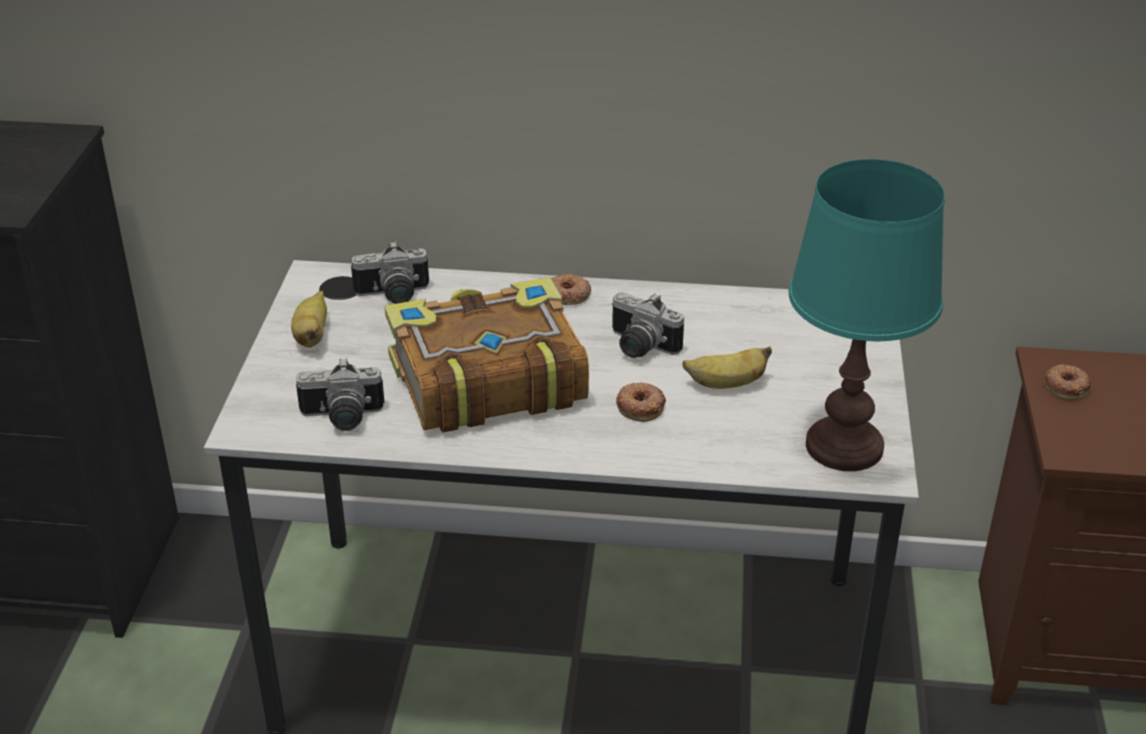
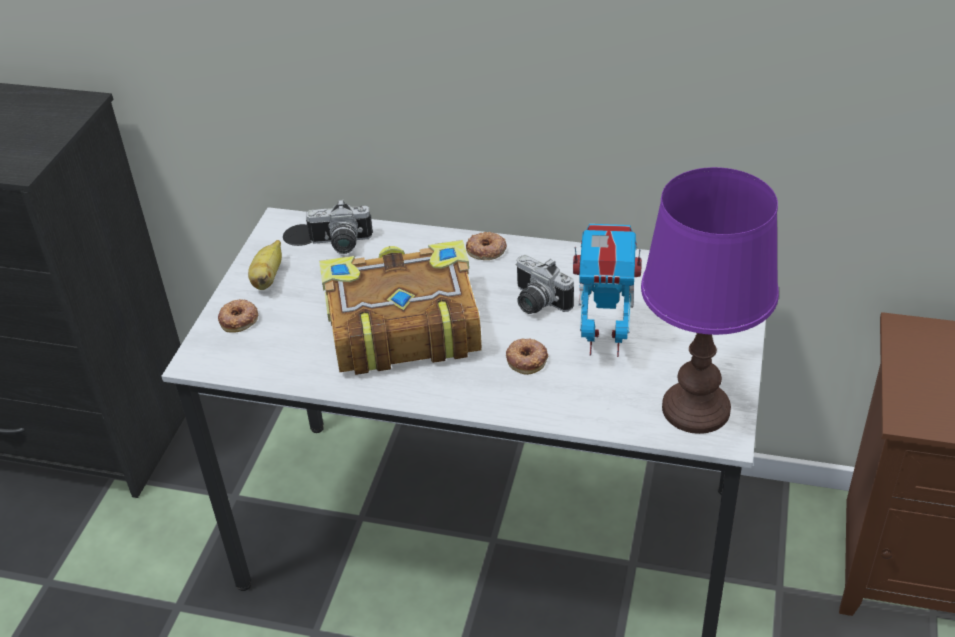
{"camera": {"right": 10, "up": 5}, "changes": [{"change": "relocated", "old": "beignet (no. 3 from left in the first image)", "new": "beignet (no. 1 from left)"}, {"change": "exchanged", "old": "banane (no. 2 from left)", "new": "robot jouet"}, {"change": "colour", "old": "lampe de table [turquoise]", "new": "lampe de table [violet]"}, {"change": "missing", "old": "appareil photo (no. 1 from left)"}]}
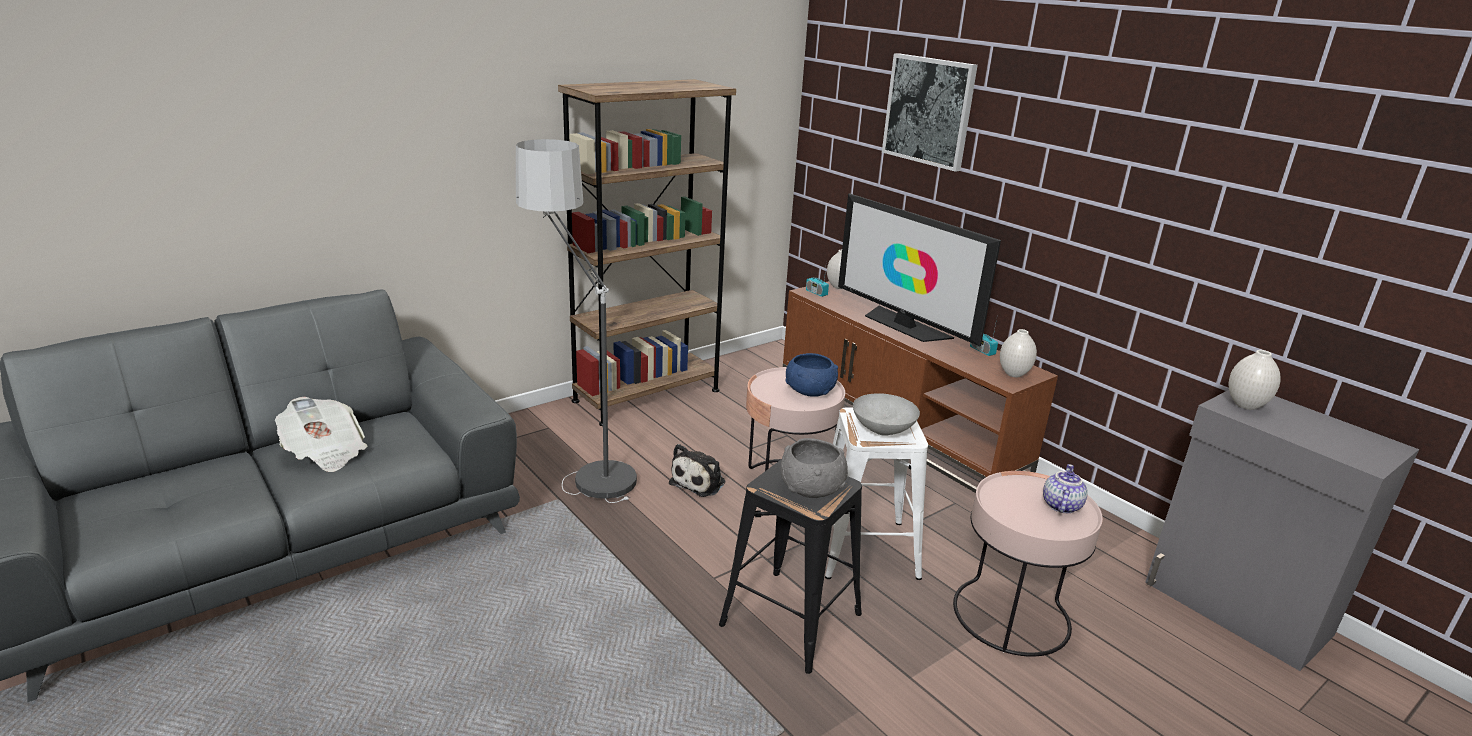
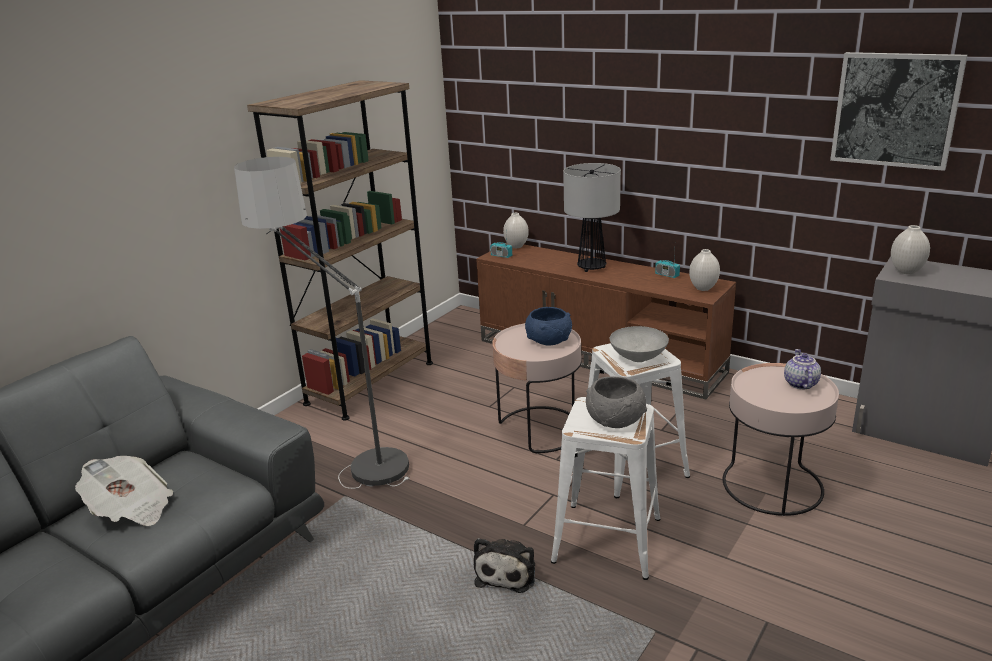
{"camera": {"right": -15, "up": 0}, "changes": [{"change": "relocated", "old": "peluche"}, {"change": "colour", "old": "tabouret [noir]", "new": "tabouret [blanc] (no. 1 from left)"}, {"change": "exchanged", "old": "téléviseur", "new": "lampe de table"}, {"change": "relocated", "old": "tableau"}]}
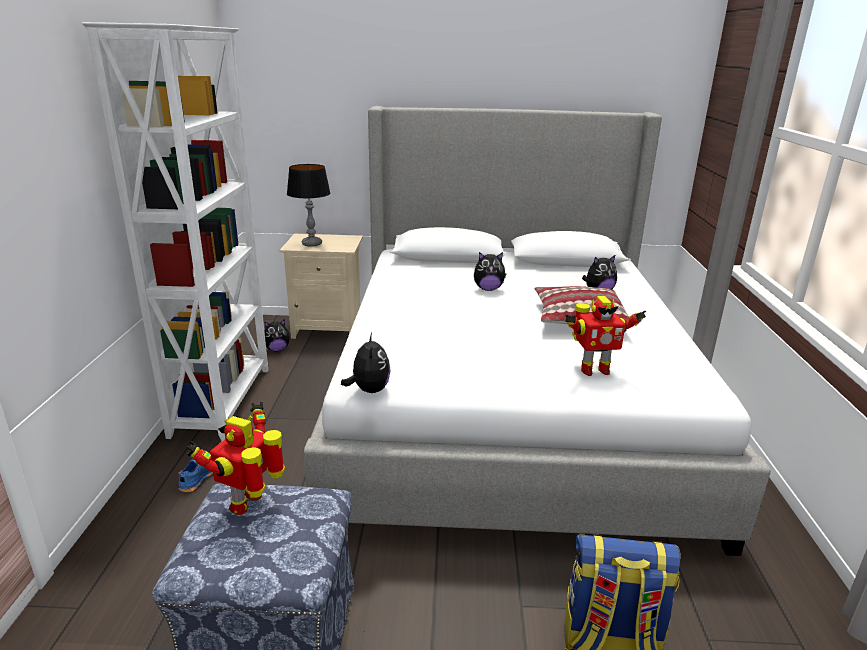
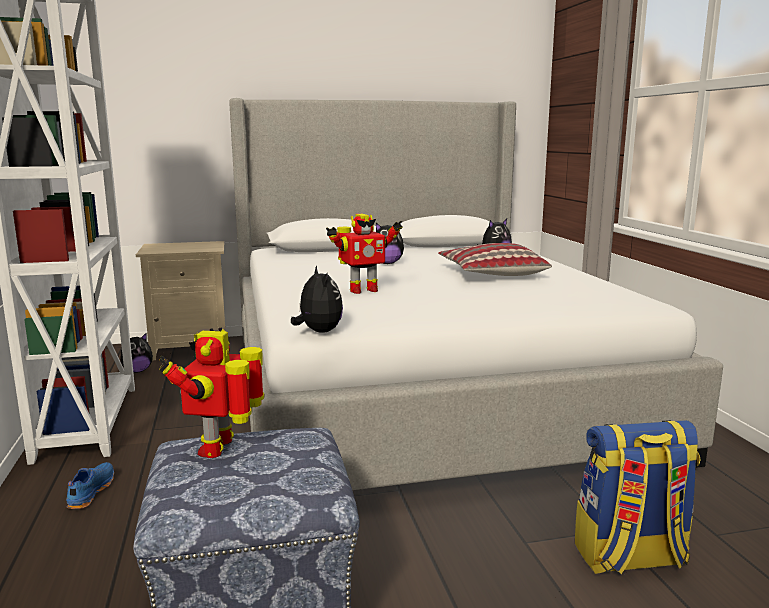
{"camera": {"right": -15, "up": -10}, "changes": [{"change": "relocated", "old": "robot jouet (no. 2 from left)"}, {"change": "missing", "old": "lampe de table"}]}
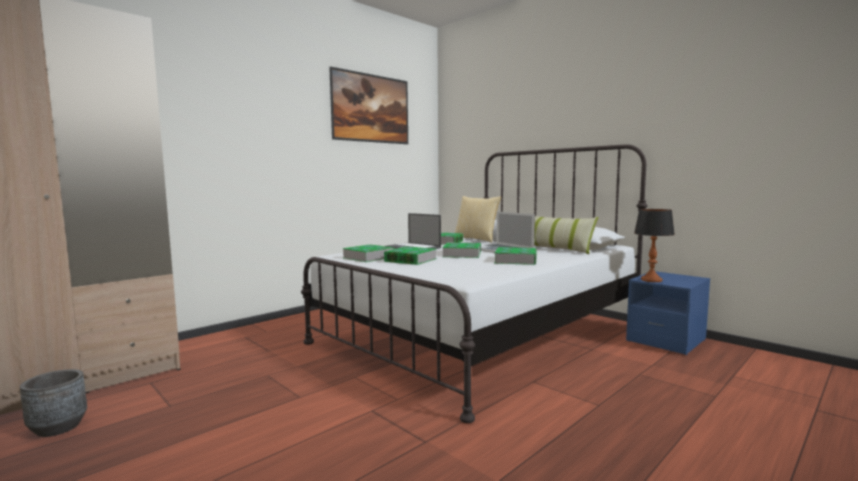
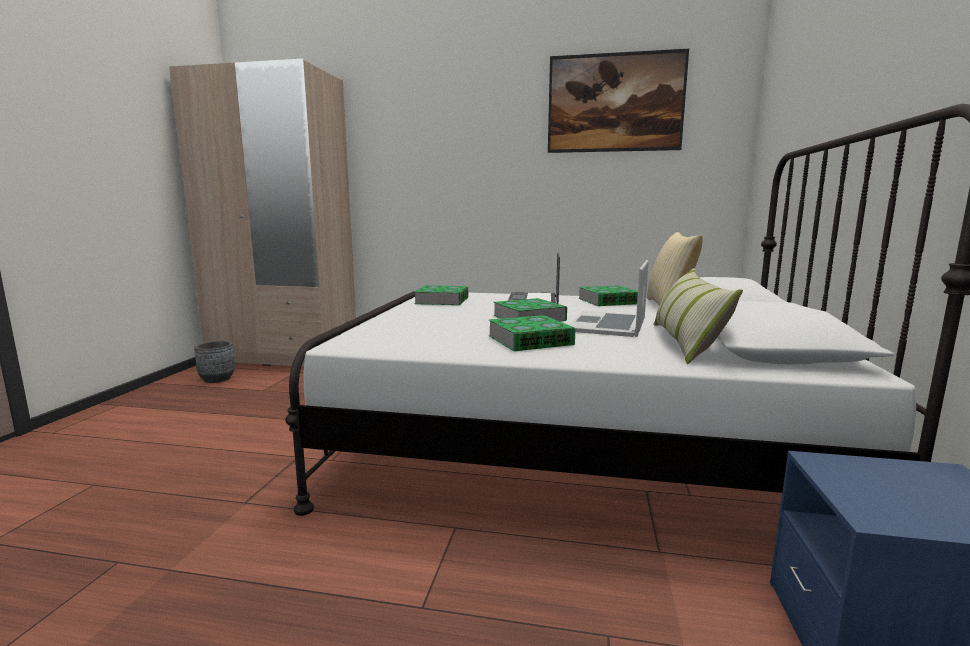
{"camera": {"right": 55, "up": 5}, "changes": [{"change": "missing", "old": "livre (no. 2 from left)"}, {"change": "missing", "old": "lampe de table"}]}
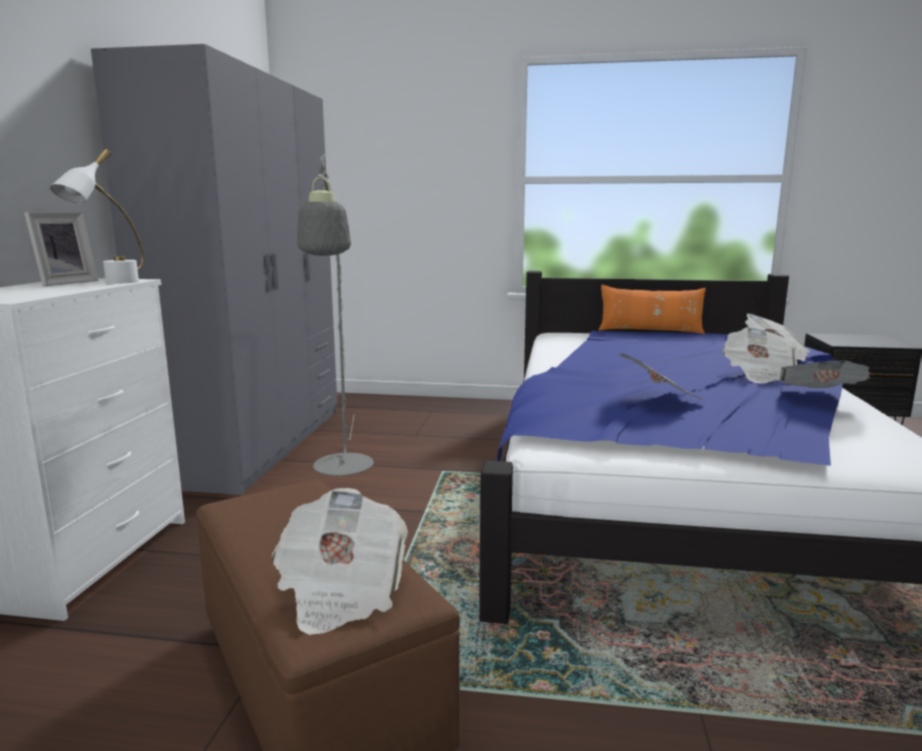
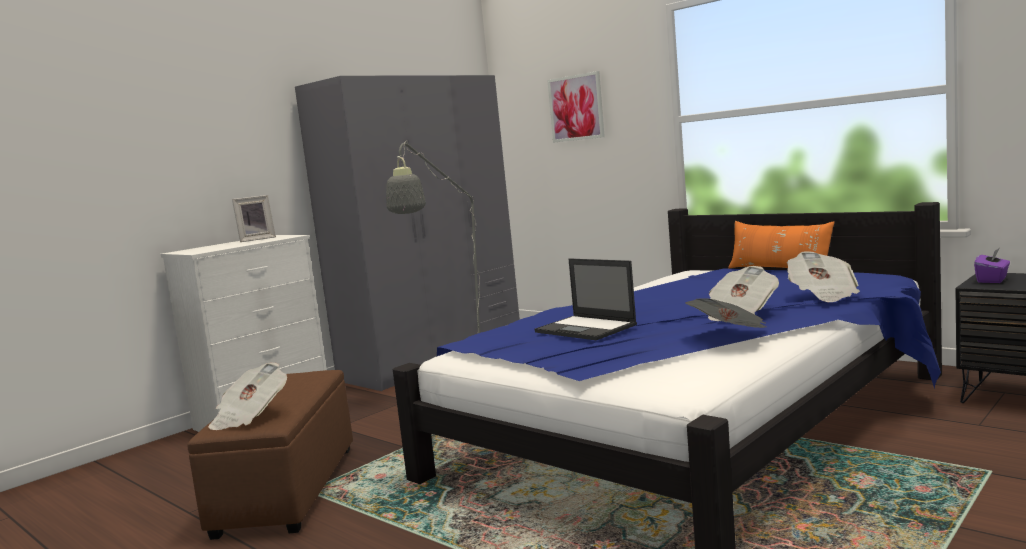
{"camera": {"right": 35, "up": -5}, "changes": [{"change": "exchanged", "old": "journal (no. 2 from left)", "new": "ordinateur portable"}, {"change": "appeared", "new": "tableau"}, {"change": "appeared", "new": "boîte à mouchoirs [violet]"}, {"change": "missing", "old": "lampe de table [blanc]"}]}
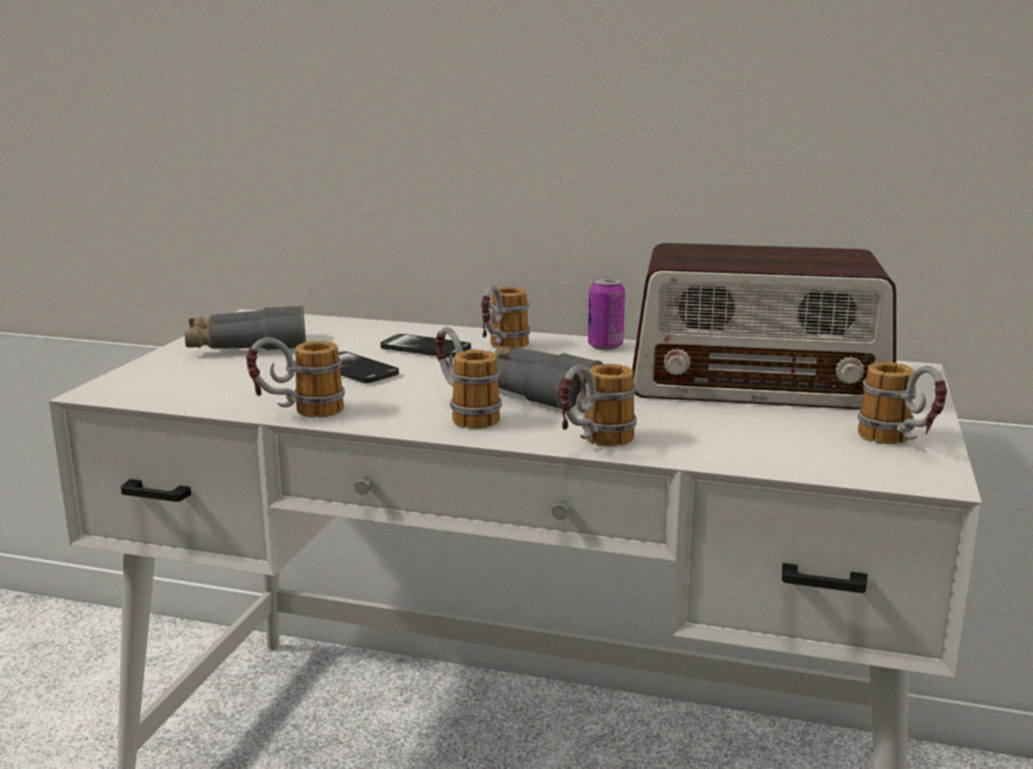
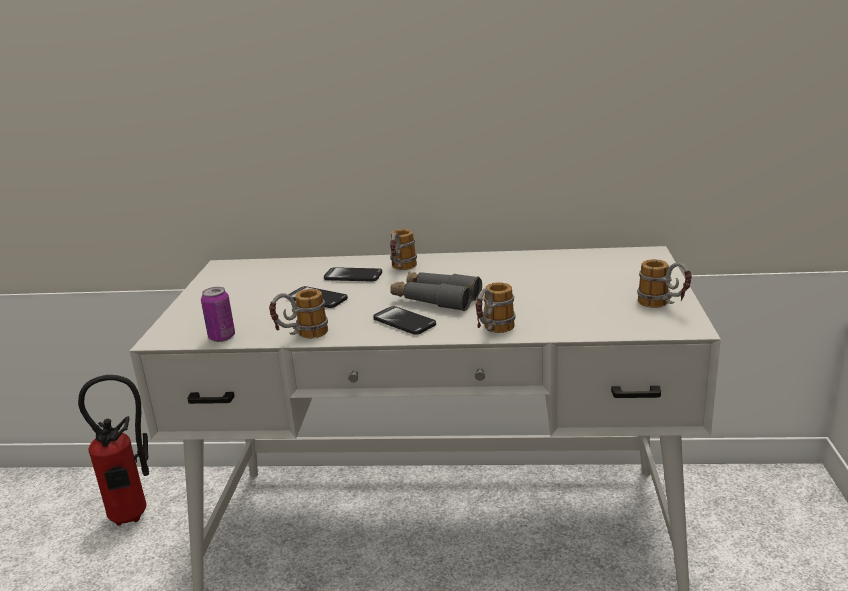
{"camera": {"right": -10, "up": 5}, "changes": [{"change": "appeared", "new": "extincteur"}, {"change": "relocated", "old": "boîte métallique"}, {"change": "exchanged", "old": "mug (no. 2 from left)", "new": "téléphone (no. 3 from left)"}, {"change": "missing", "old": "jumelles [gris] (no. 1 from left)"}, {"change": "missing", "old": "radio"}]}
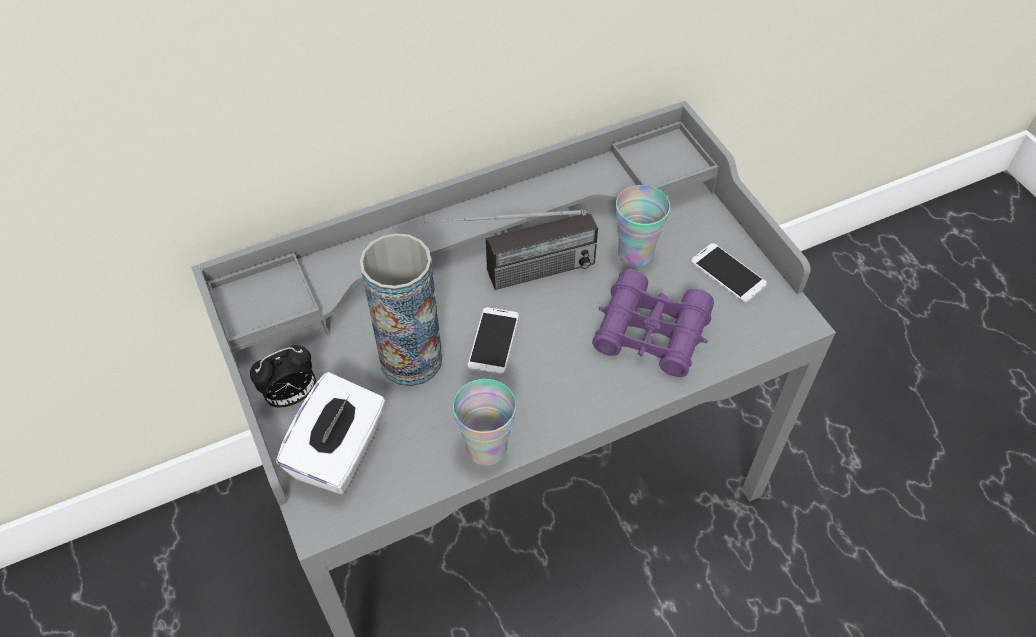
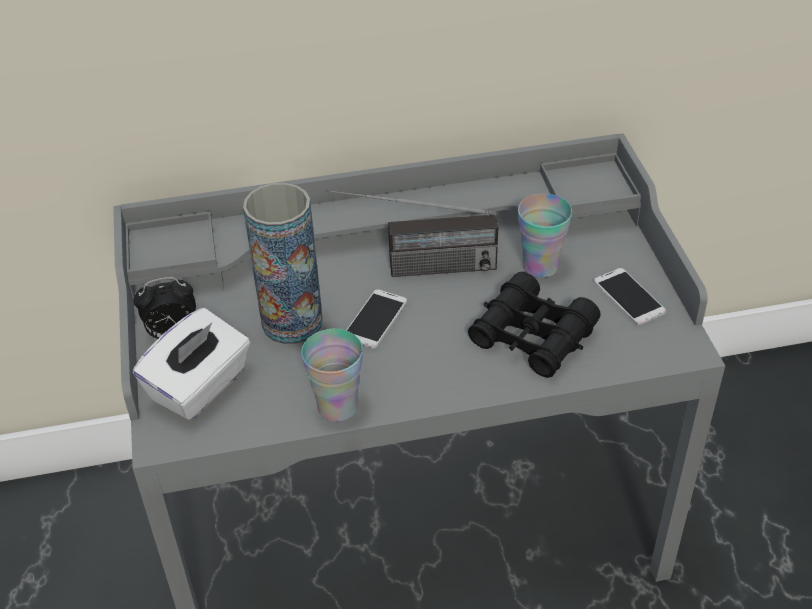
{"camera": {"right": 15, "up": -10}, "changes": [{"change": "colour", "old": "jumelles [violet]", "new": "jumelles [noir]"}]}
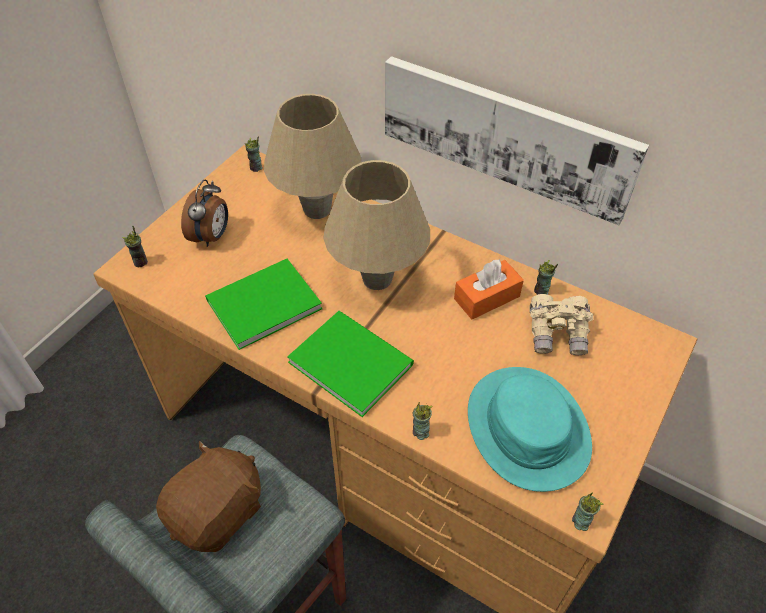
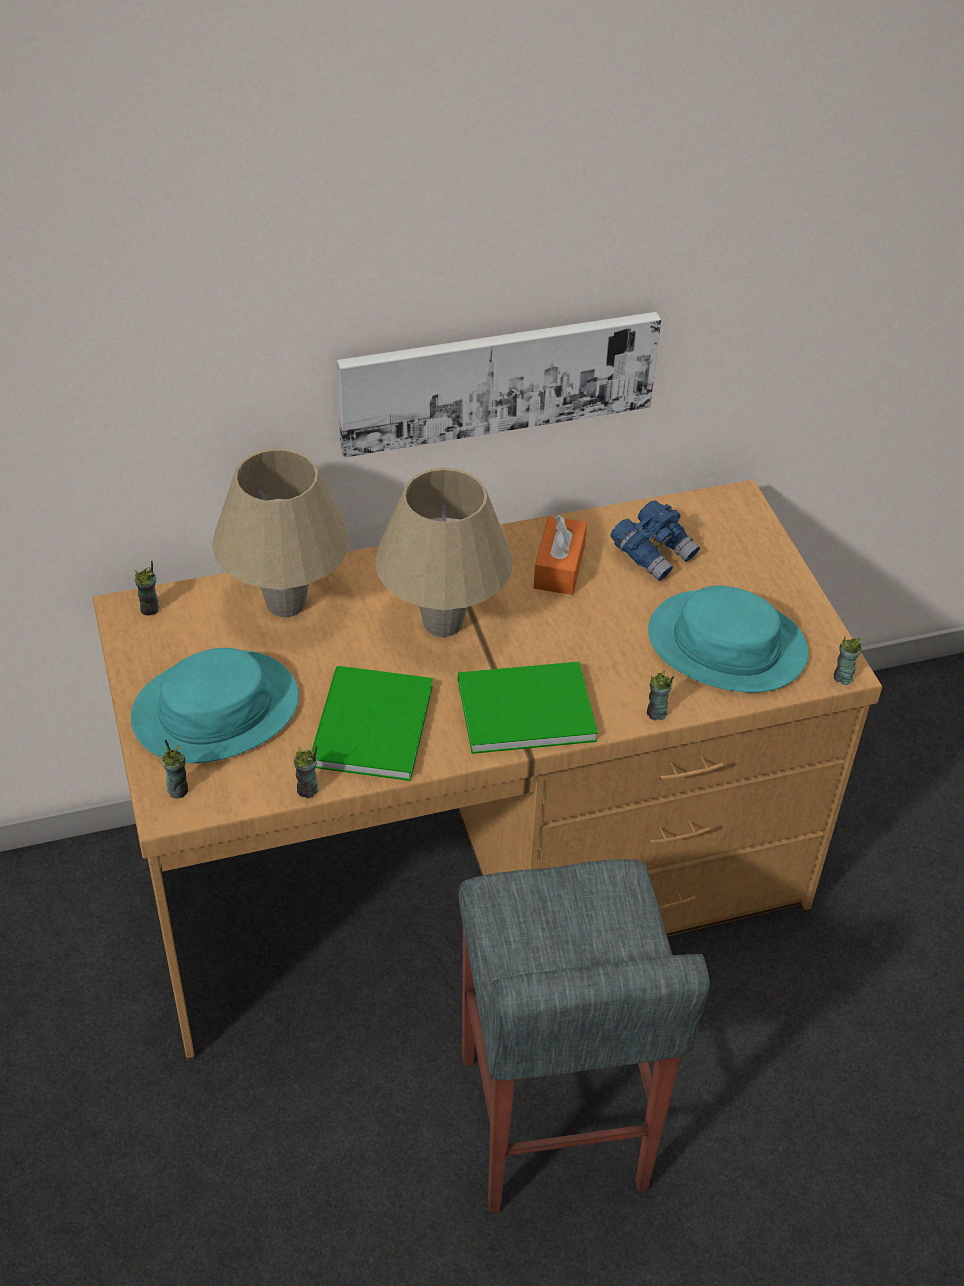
{"camera": {"right": -50, "up": -5}, "changes": [{"change": "exchanged", "old": "réveil", "new": "chapeau [turquoise] (no. 1 from left)"}, {"change": "relocated", "old": "tasse (no. 4 from left in the first image)", "new": "tasse (no. 3 from left)"}, {"change": "colour", "old": "jumelles [beige]", "new": "jumelles [bleu]"}, {"change": "missing", "old": "peluche [marron]"}]}
